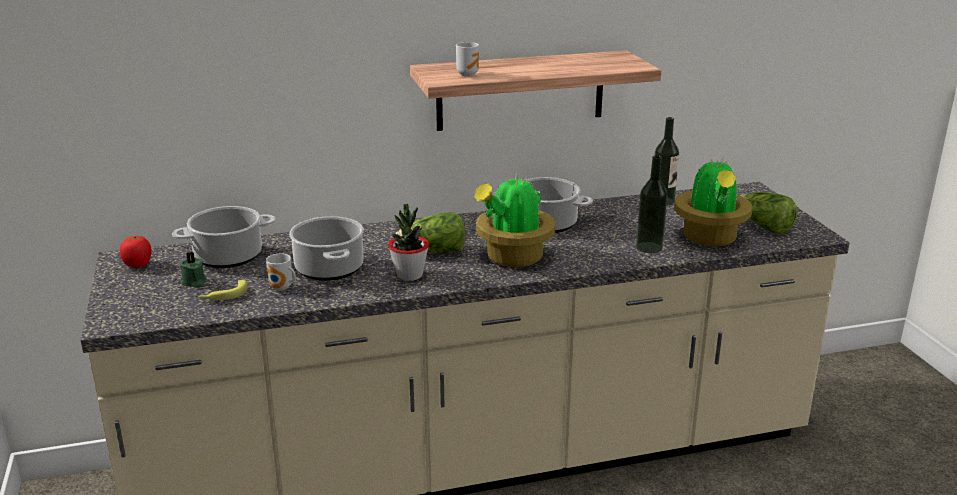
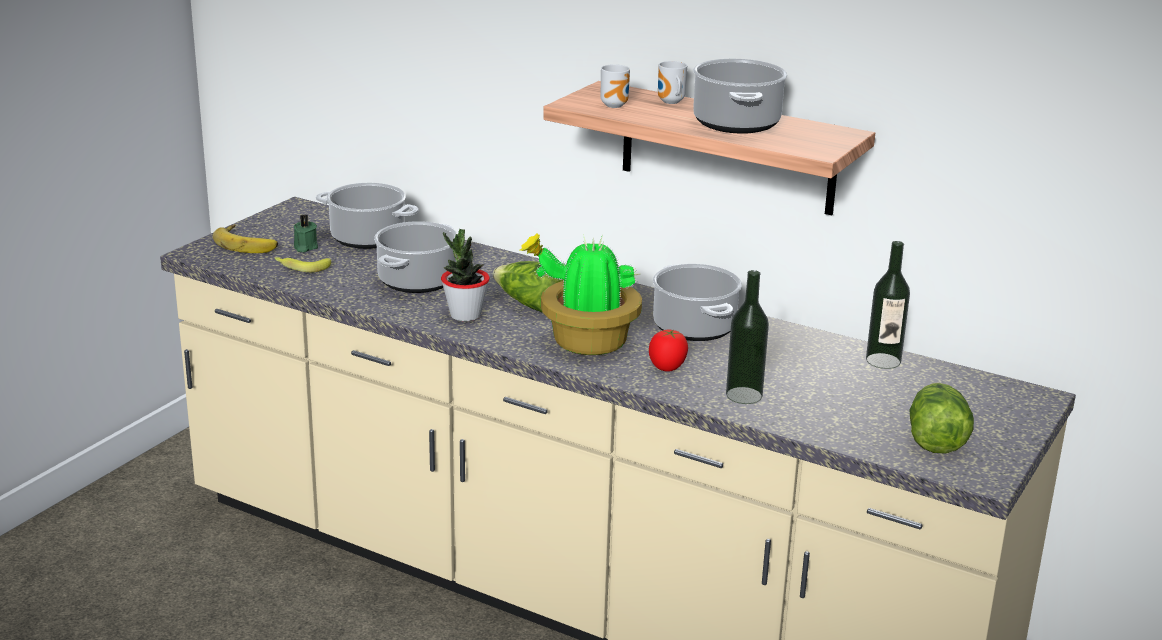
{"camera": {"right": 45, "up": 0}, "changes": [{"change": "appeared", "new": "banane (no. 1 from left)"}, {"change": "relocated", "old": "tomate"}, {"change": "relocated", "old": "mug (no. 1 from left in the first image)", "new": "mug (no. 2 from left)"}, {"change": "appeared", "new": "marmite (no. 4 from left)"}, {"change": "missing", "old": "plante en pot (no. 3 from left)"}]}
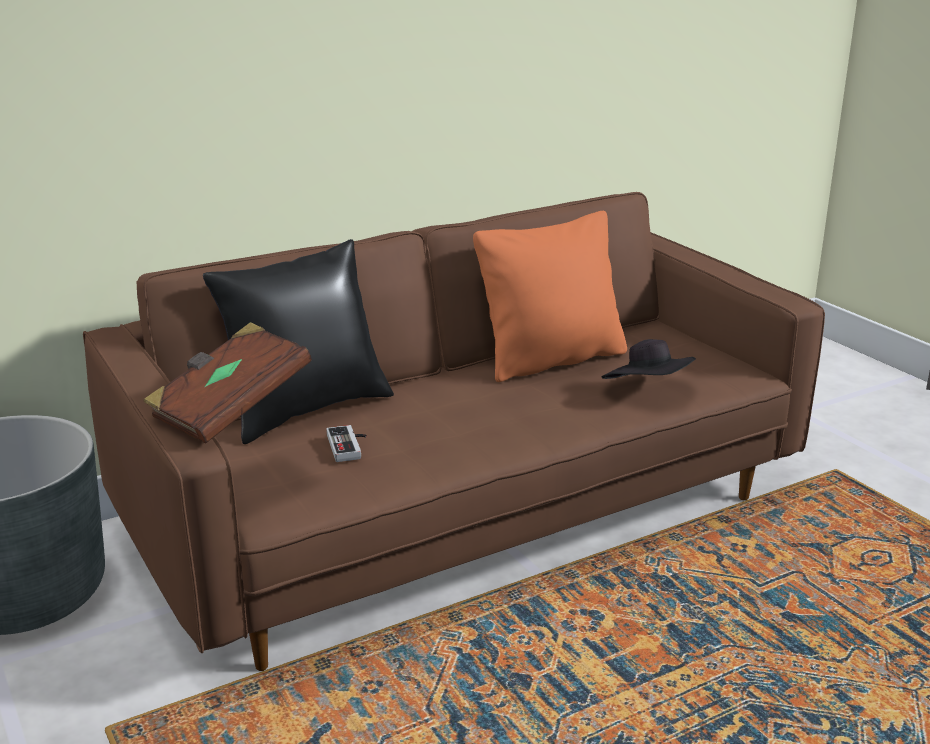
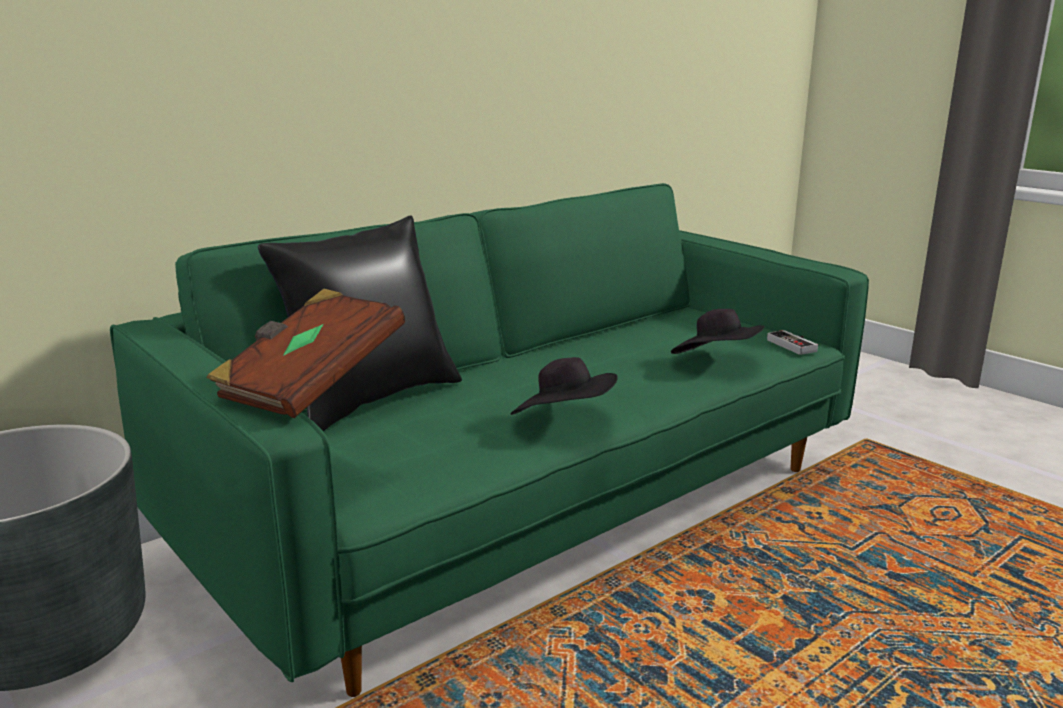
{"camera": {"right": -10, "up": -5}, "changes": [{"change": "colour", "old": "canapé [marron]", "new": "canapé [vert]"}, {"change": "appeared", "new": "chapeau [noir] (no. 1 from left)"}, {"change": "relocated", "old": "manette"}, {"change": "missing", "old": "coussin [orange]"}]}
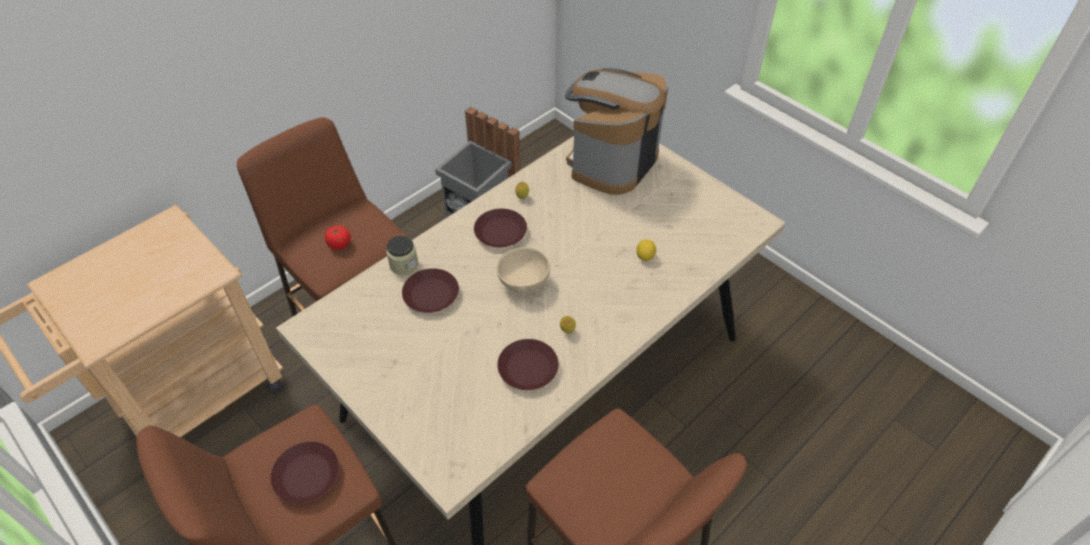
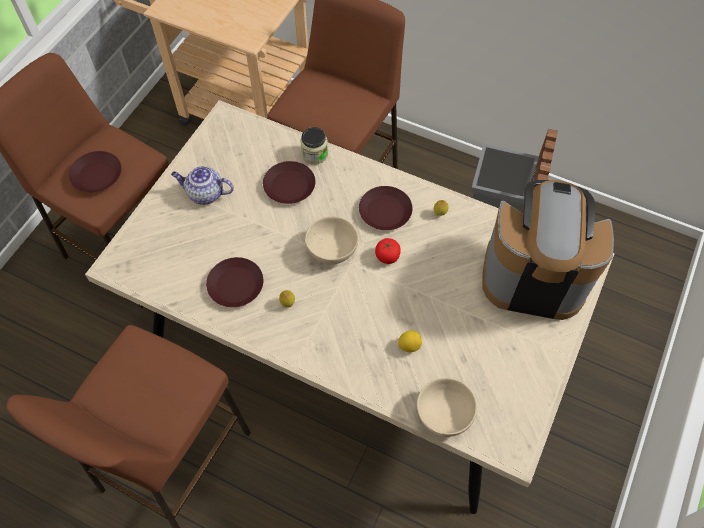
{"camera": {"right": 70, "up": 10}, "changes": [{"change": "appeared", "new": "théière"}, {"change": "relocated", "old": "tomate"}, {"change": "appeared", "new": "bol [beige] (no. 2 from left)"}]}
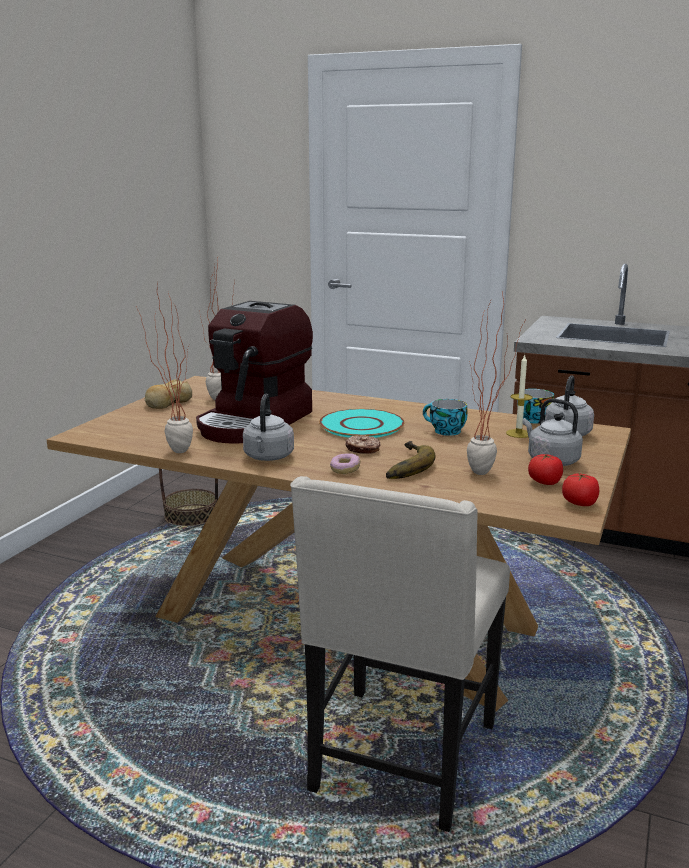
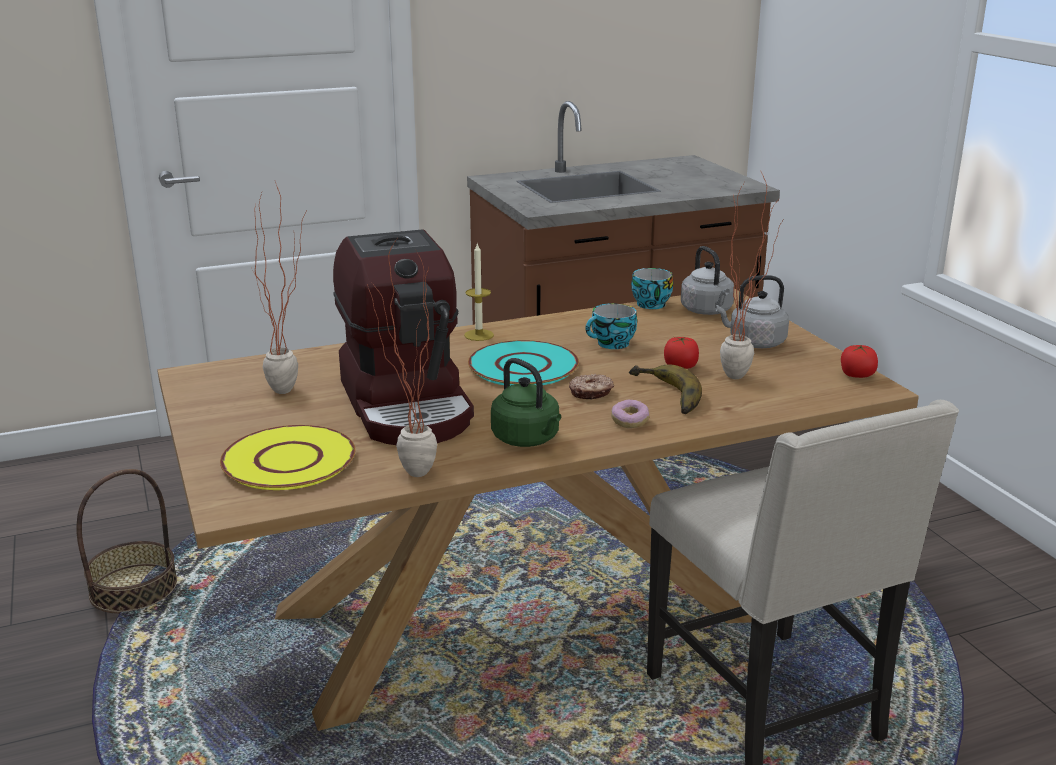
{"camera": {"right": -45, "up": 5}, "changes": [{"change": "appeared", "new": "assiette [jaune]"}, {"change": "relocated", "old": "bougie"}, {"change": "colour", "old": "bouilloire [gris] (no. 1 from left)", "new": "bouilloire [vert]"}, {"change": "relocated", "old": "tomate (no. 1 from left)"}, {"change": "missing", "old": "pain"}]}
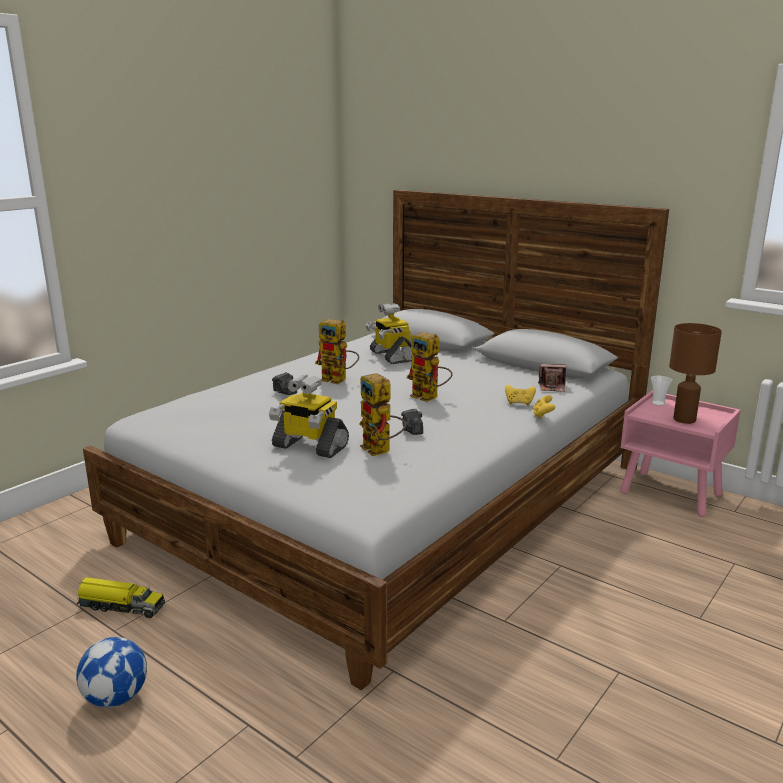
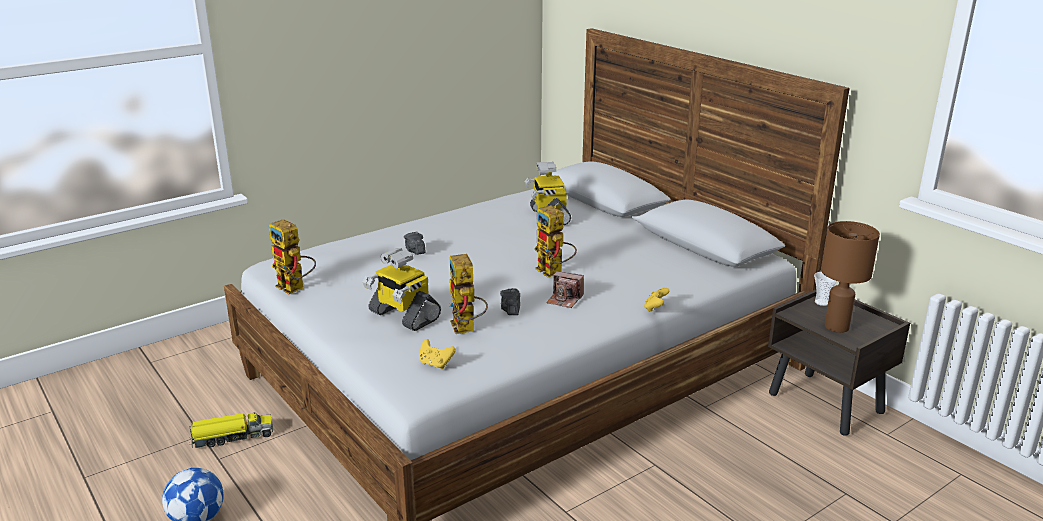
{"camera": {"right": 15, "up": 5}, "changes": [{"change": "spun", "old": "camion jouet", "degrees": -45}, {"change": "relocated", "old": "robot jouet (no. 2 from left in the first image)", "new": "robot jouet (no. 1 from left)"}, {"change": "relocated", "old": "manette [jaune] (no. 1 from left)"}, {"change": "relocated", "old": "appareil photo (no. 3 from left)"}, {"change": "colour", "old": "table de chevet [rose]", "new": "table de chevet [marron]"}]}
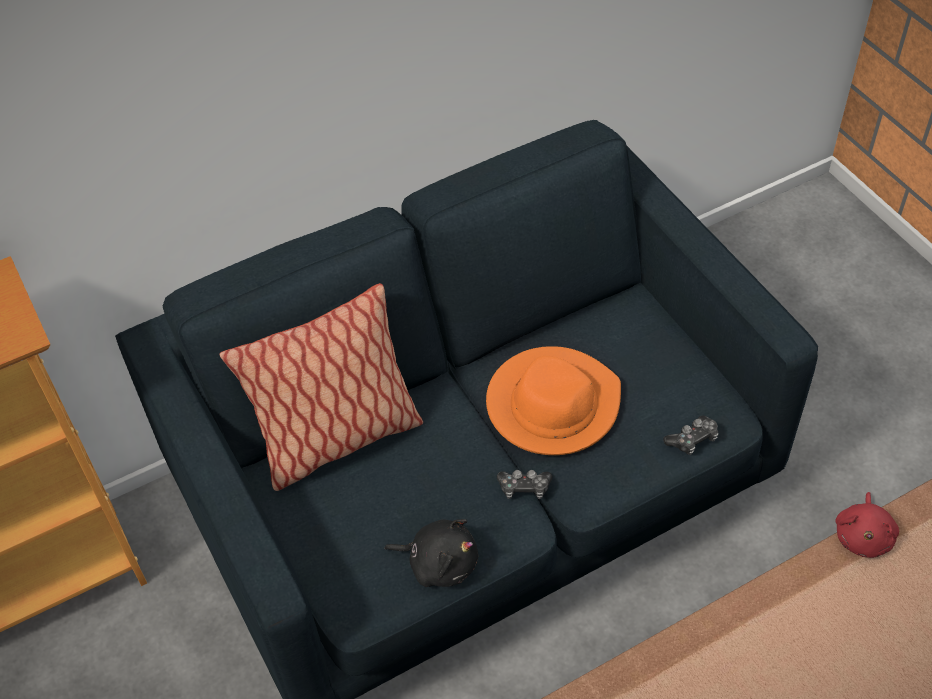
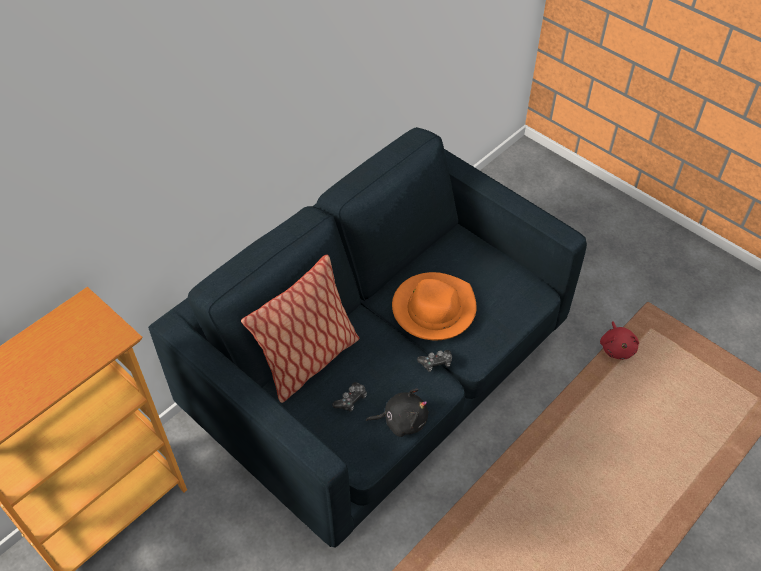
{"camera": {"right": -20, "up": 0}, "changes": [{"change": "relocated", "old": "manette (no. 2 from left in the first image)", "new": "manette (no. 1 from left)"}]}
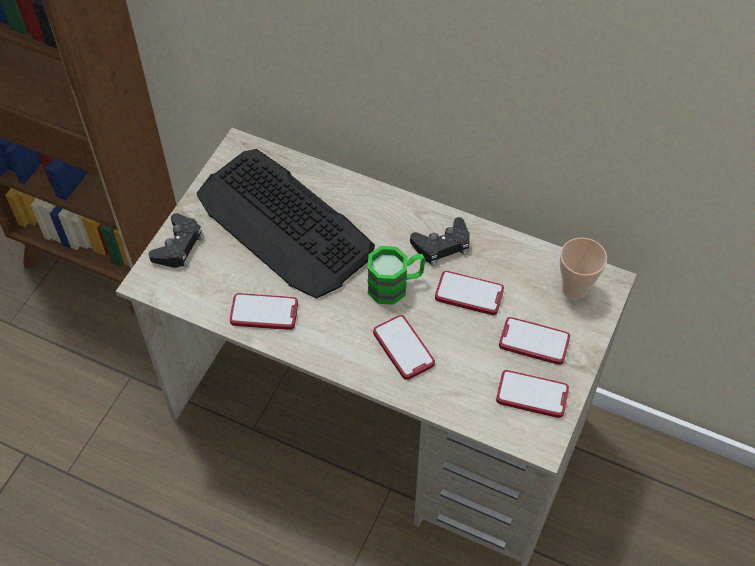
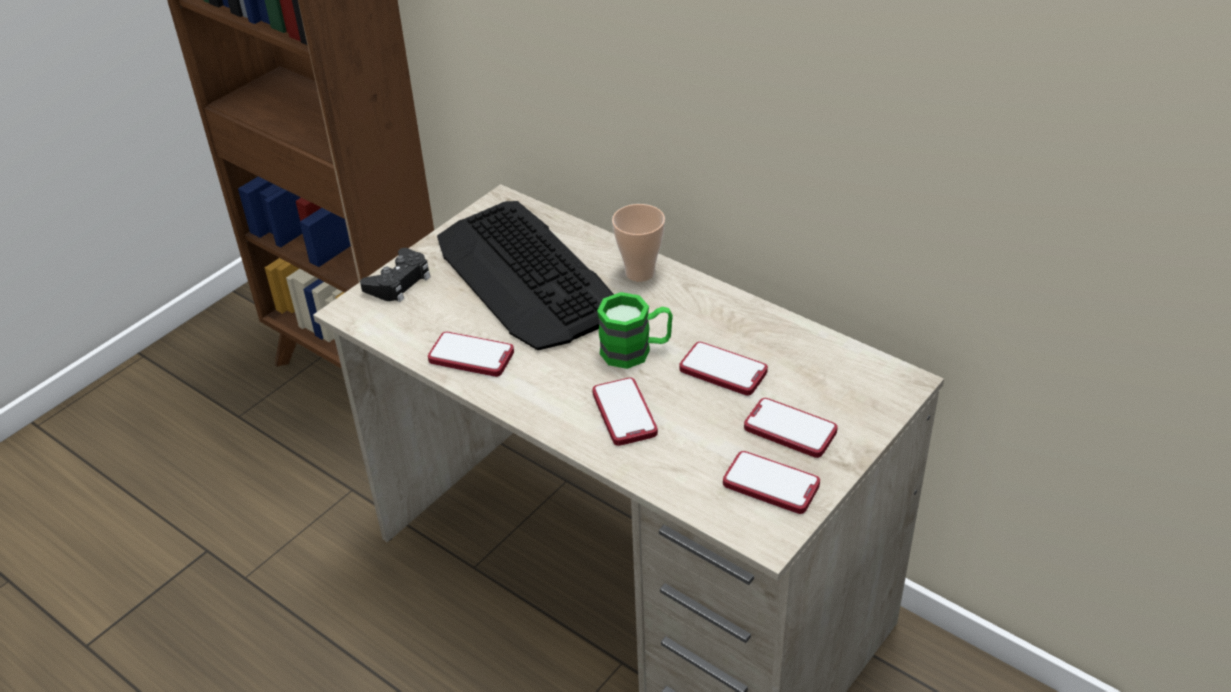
{"camera": {"right": 15, "up": -15}, "changes": [{"change": "relocated", "old": "tasse"}, {"change": "missing", "old": "manette [noir] (no. 2 from left)"}]}
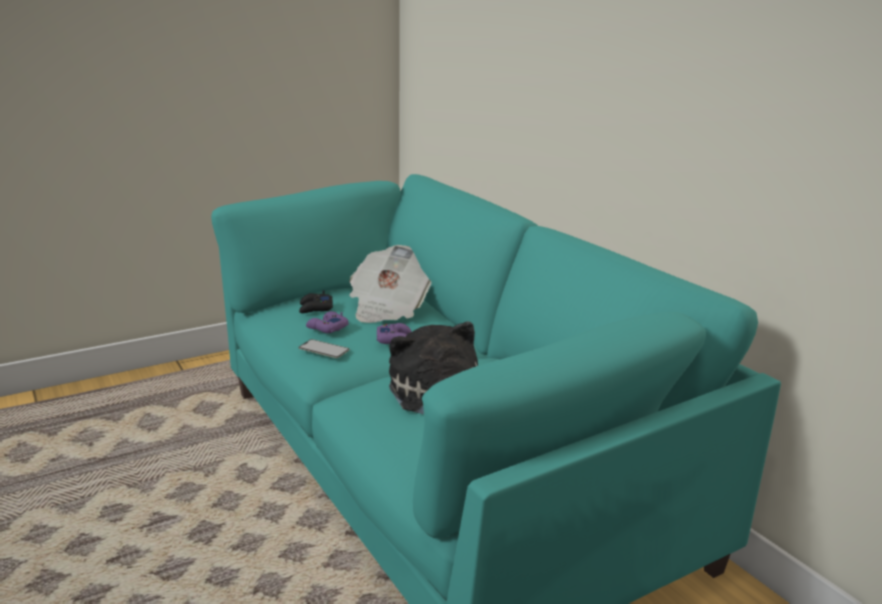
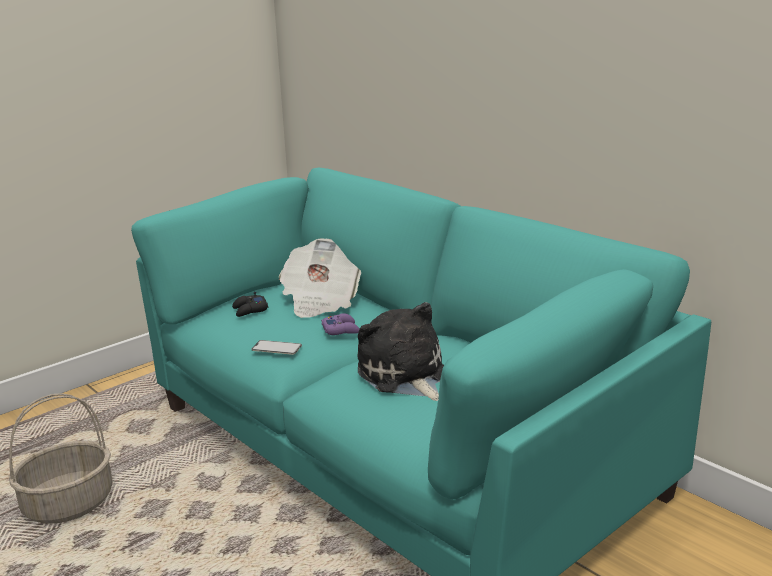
{"camera": {"right": -10, "up": 0}, "changes": [{"change": "appeared", "new": "panier"}, {"change": "missing", "old": "manette [violet] (no. 1 from left)"}]}
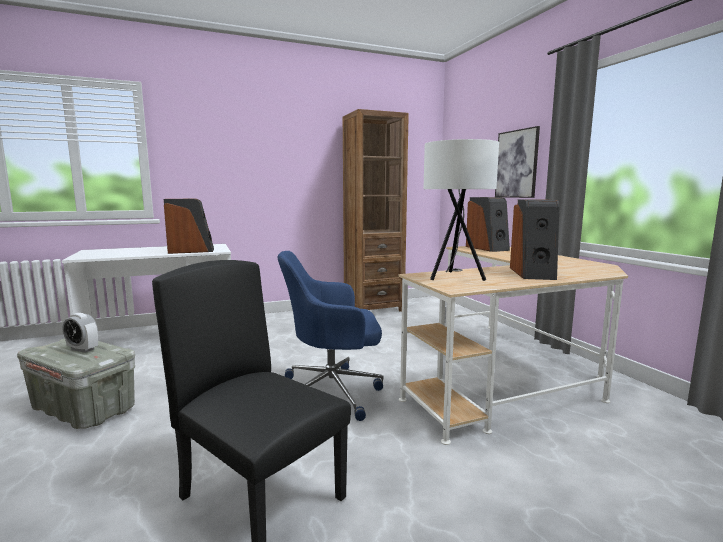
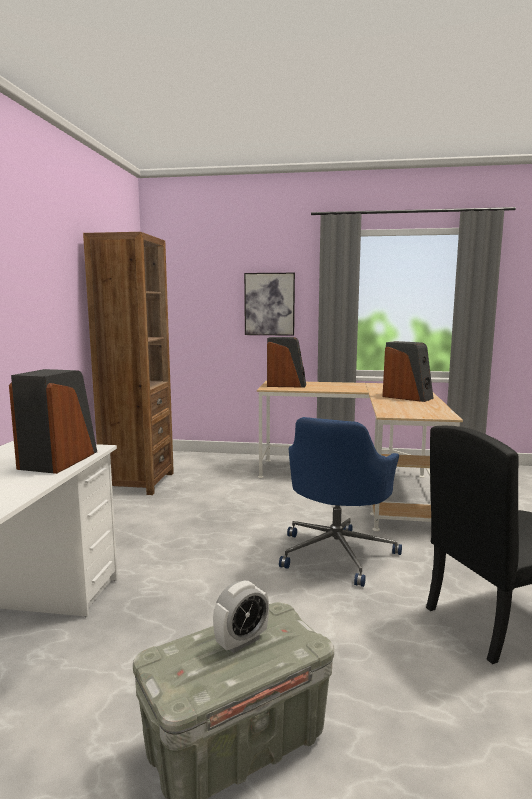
{"camera": {"right": -60, "up": 0}, "changes": [{"change": "missing", "old": "lampe de table [blanc]"}]}
